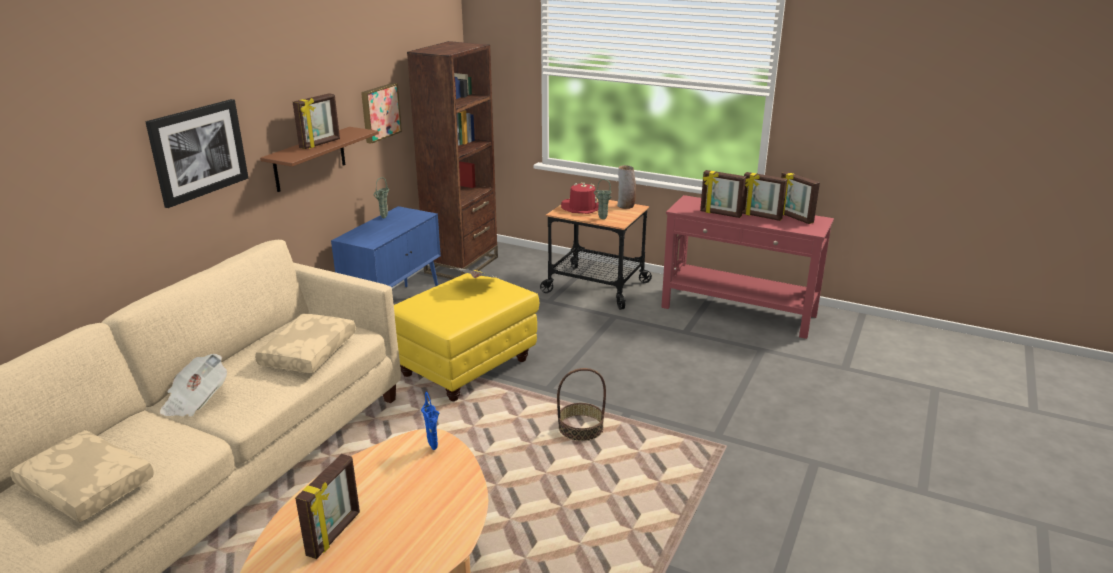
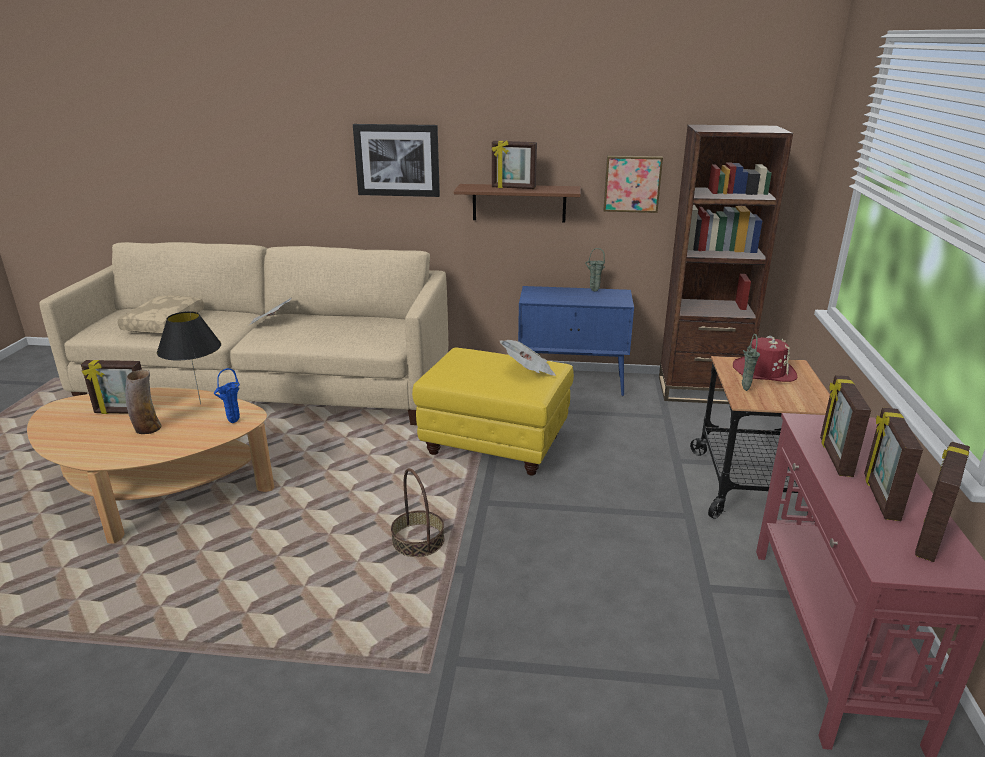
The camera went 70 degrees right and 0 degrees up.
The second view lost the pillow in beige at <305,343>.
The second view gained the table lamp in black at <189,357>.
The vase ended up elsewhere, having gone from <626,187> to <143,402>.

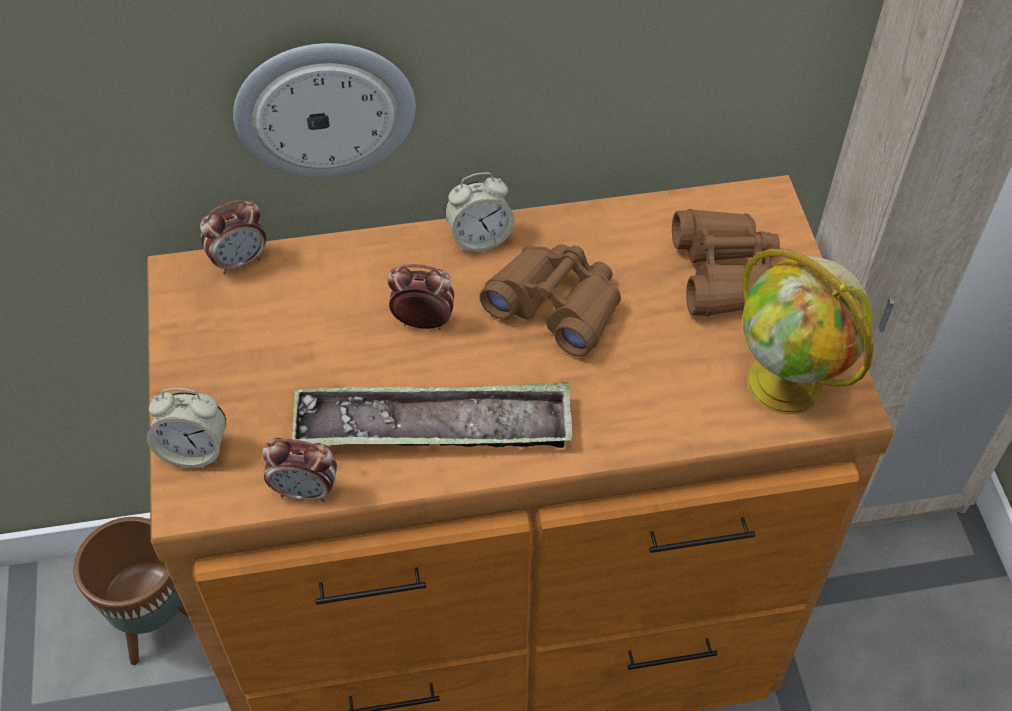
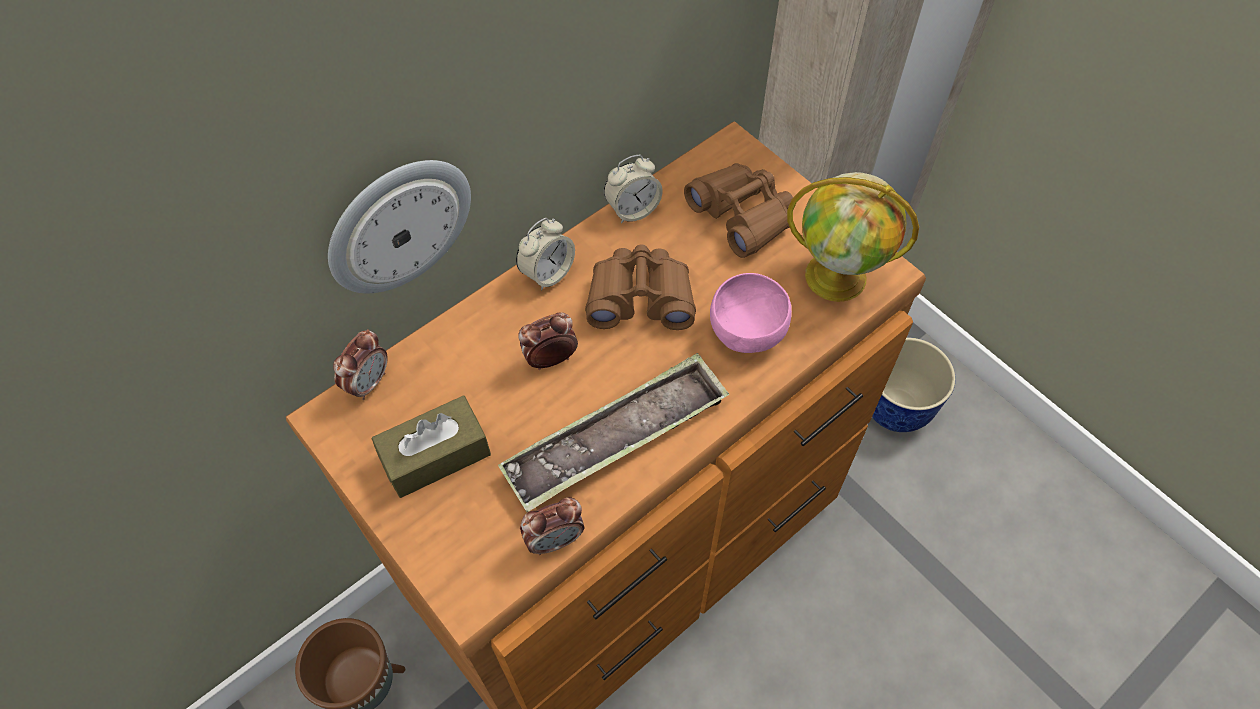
The camera went 30 degrees left and 5 degrees up.
The second view gained the tissue box in brown at <431,446>.
The second view gained the bowl in pink at <751,313>.
The second view gained the planter at <914,384>.
The alarm clock ended up elsewhere, having gone from <186,428> to <633,189>.

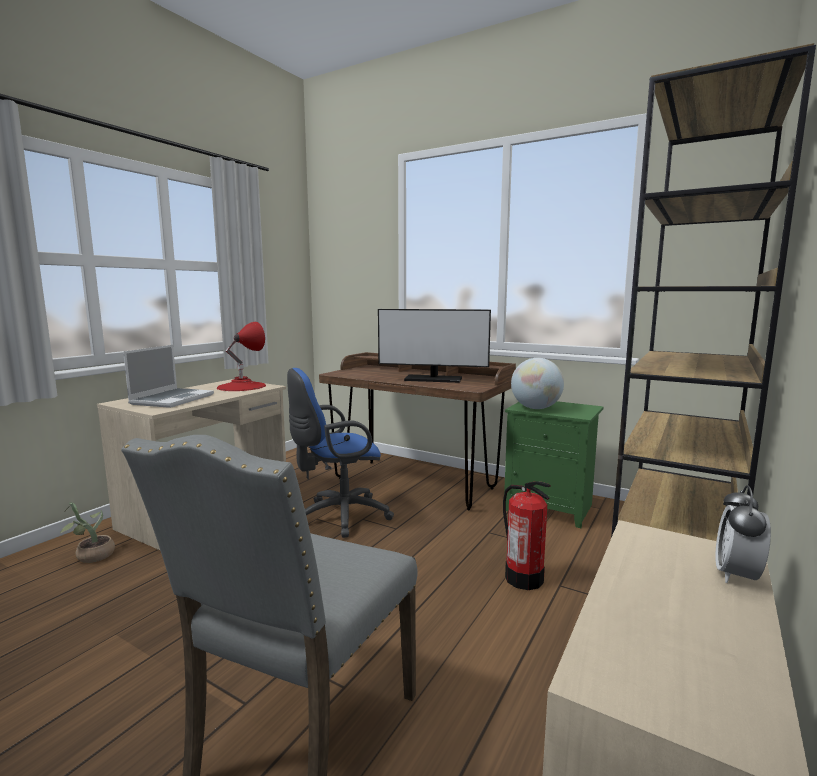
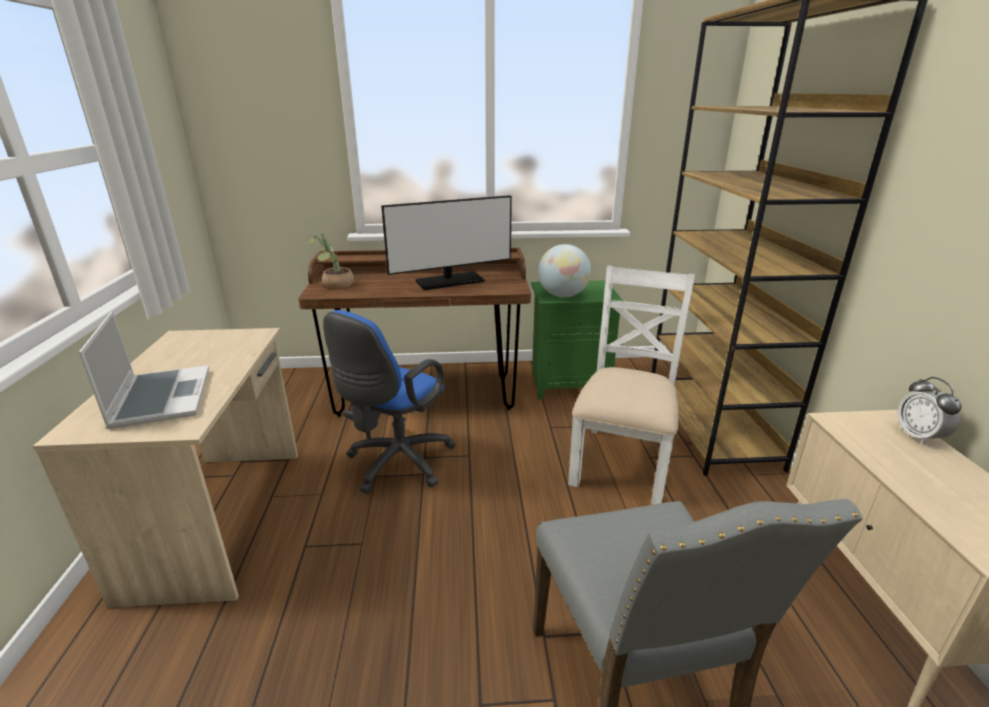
The camera went 35 degrees left and 15 degrees up.
The second view lost the table lamp in red at <241,356>.
The potted plant ended up elsewhere, having gone from <87,532> to <331,261>.
Where the fire extinguisher stood at <527,535>, the chair in white came to stand at <631,385>.

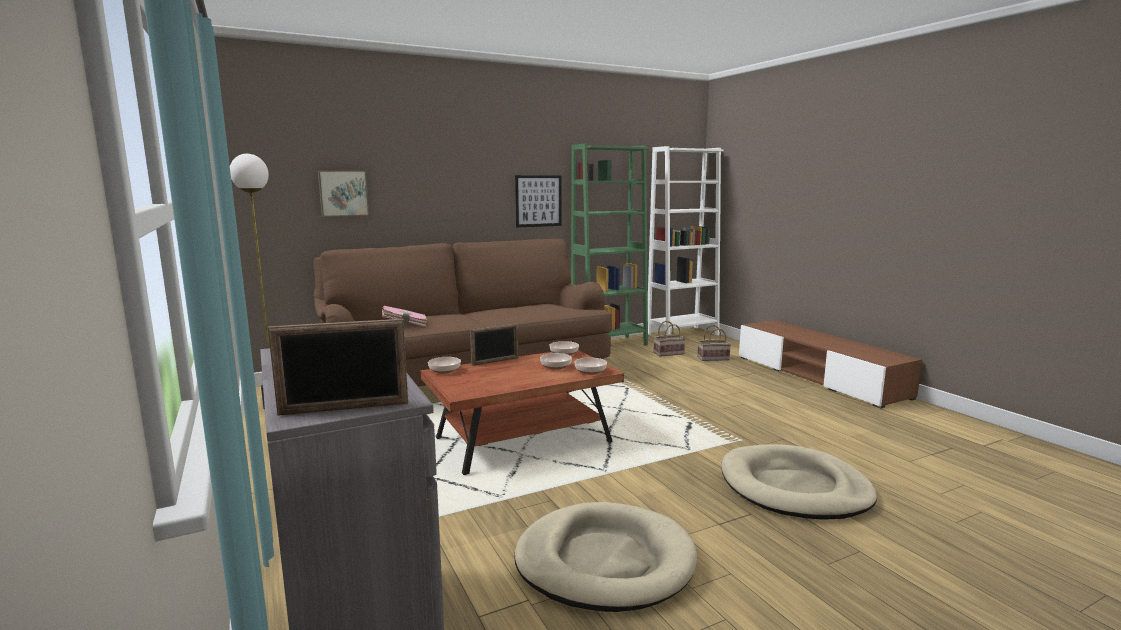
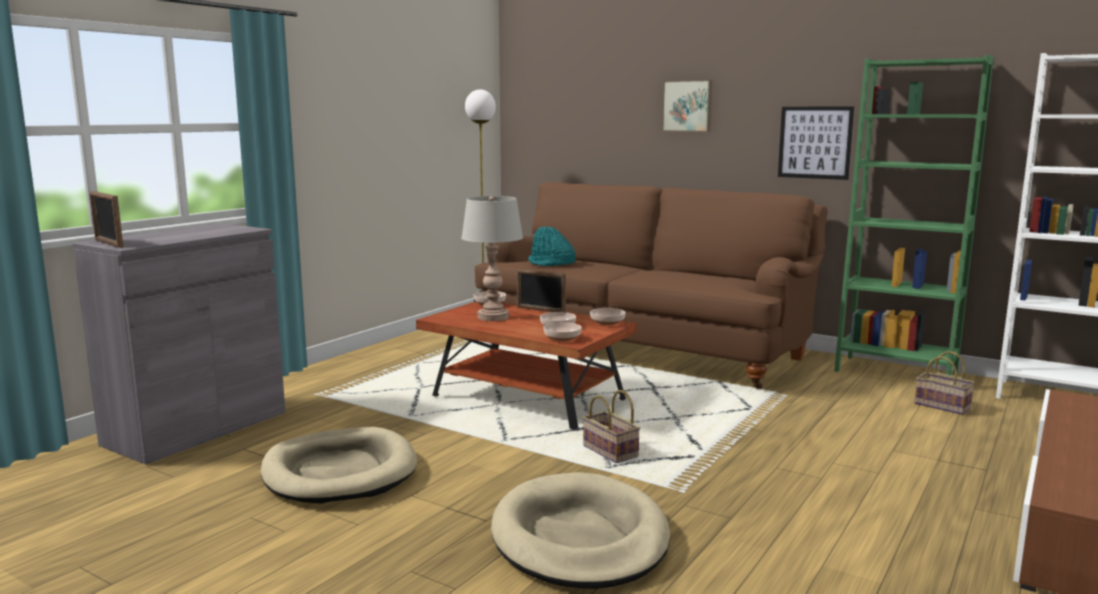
The camera went 60 degrees right and 0 degrees up.
The second view gained the table lamp in grey at <492,258>.
The picture ended up elsewhere, having gone from <343,193> to <687,106>.
The basket ended up elsewhere, having gone from <714,343> to <611,426>.
Where the book in pink stood at <405,316>, the hat in turquoise came to stand at <552,246>.

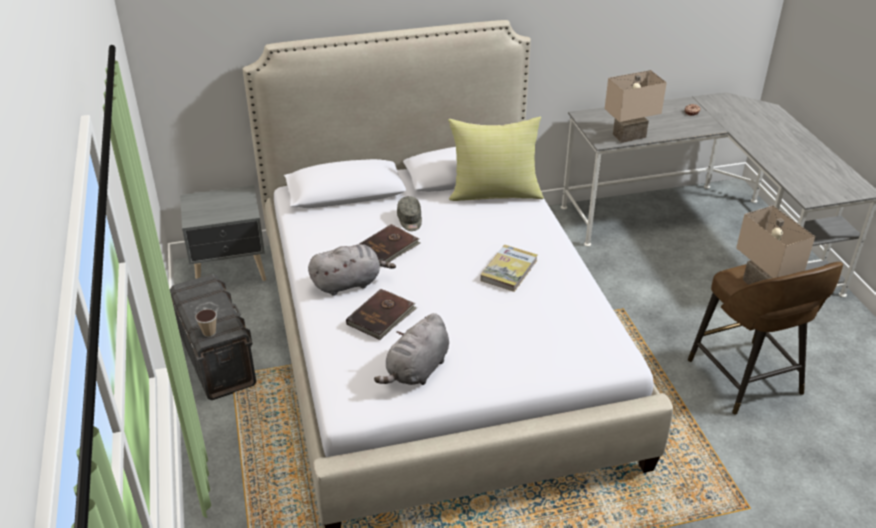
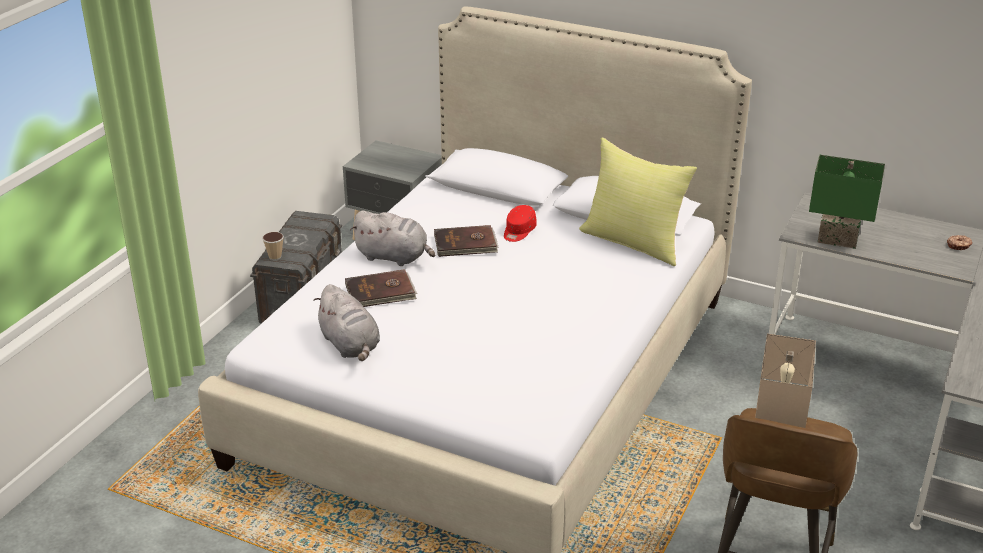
The camera went 40 degrees right and 5 degrees down.
The second view lost the book at <508,268>.
What was the cap in grey at <409,213> turned into the cap in red at <520,223>.
What was the table lamp in beige at <636,106> turned into the table lamp in green at <847,202>.
The plush toy in grey at <411,349> ended up facing another way, 105 degrees counterclockwise from before.

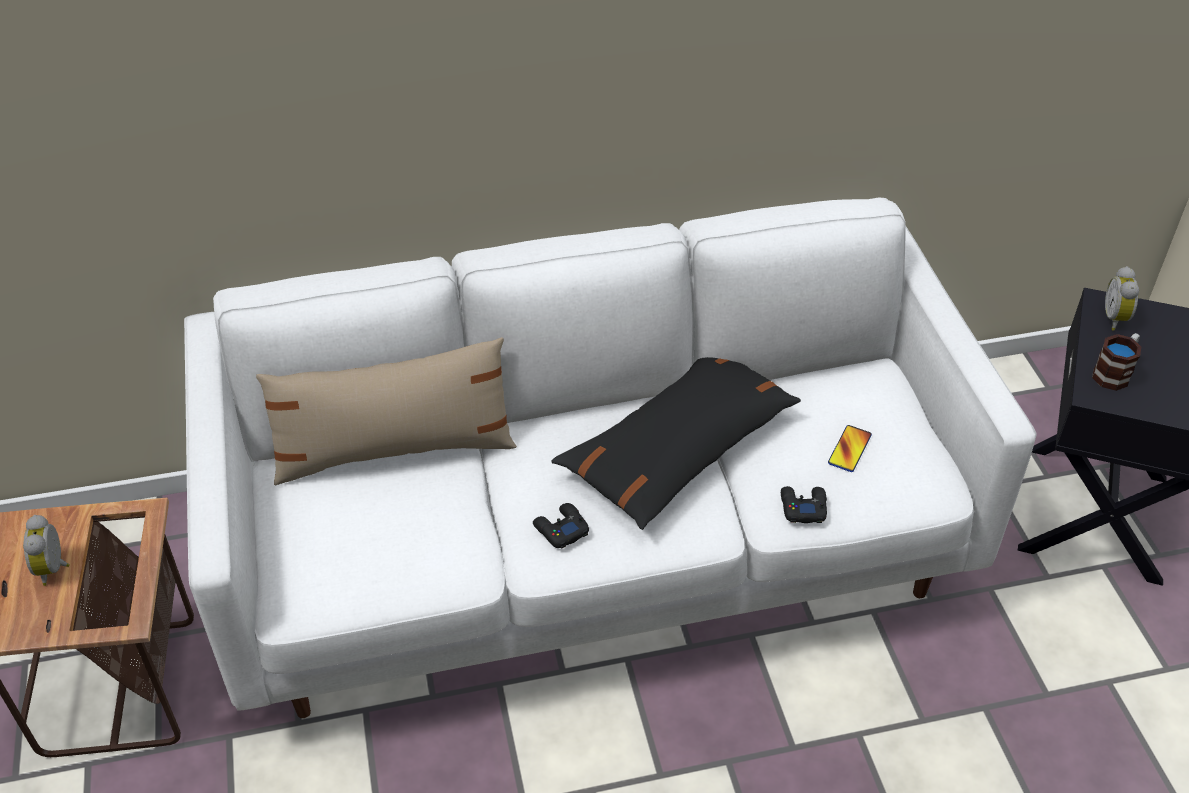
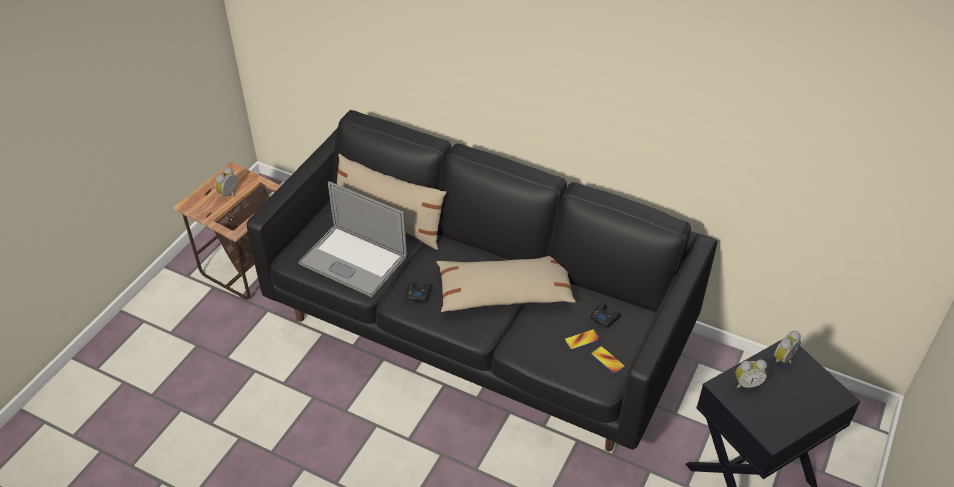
The camera went 40 degrees right and 0 degrees up.
The second view gained the laptop at <353,239>.
The second view gained the phone at <608,360>.
The game controller in black ended up elsewhere, having gone from <804,504> to <605,315>.
Where the mug stood at <1116,362>, the alarm clock came to stand at <751,374>.
What was the sofa in white at <610,457> turned into the sofa in black at <482,281>.
What was the pillow in black at <676,443> turned into the pillow in beige at <506,284>.

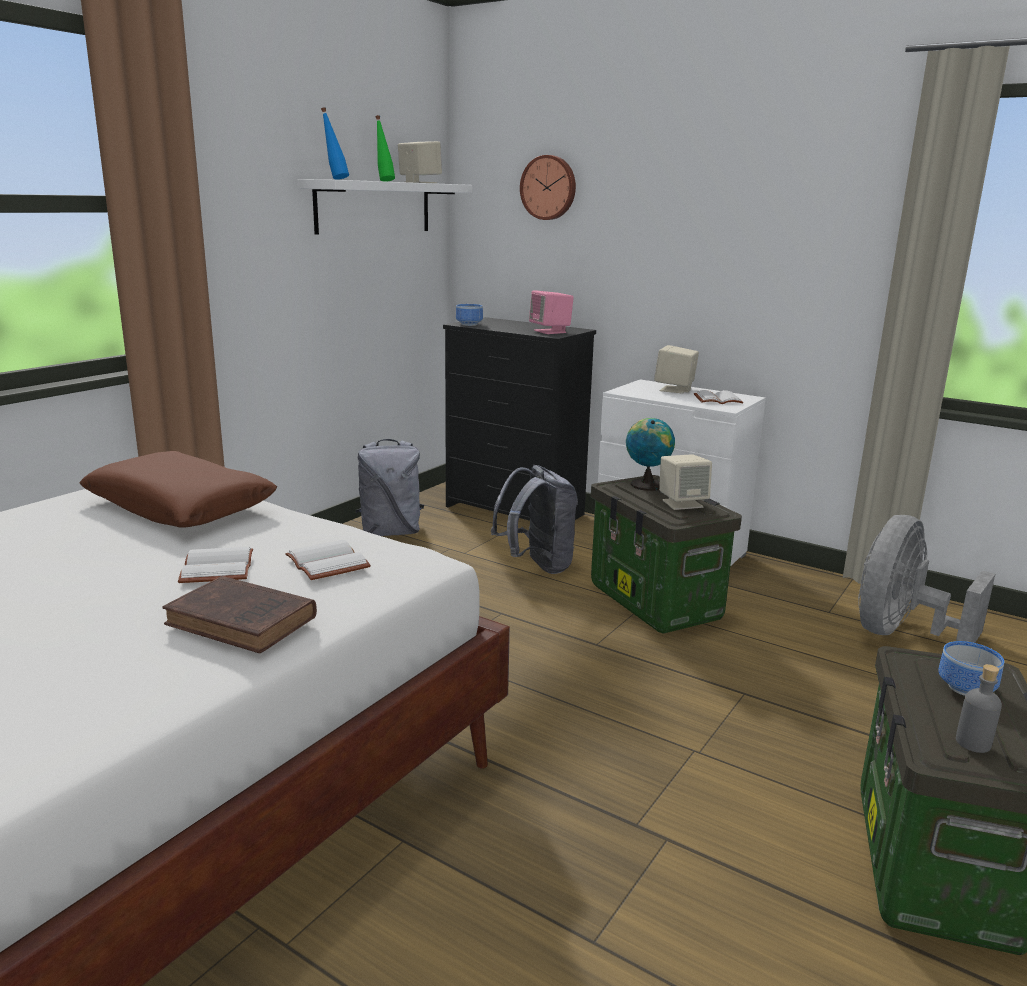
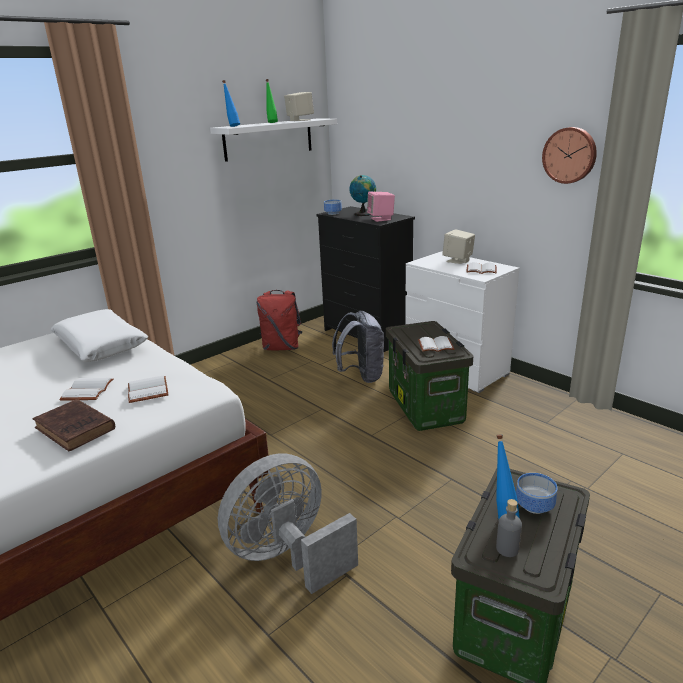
The camera went 15 degrees right and 5 degrees up.
The second view gained the bottle in blue at <508,476>.
The wall clock ended up elsewhere, having gone from <548,187> to <569,155>.
The globe ended up elsewhere, having gone from <650,454> to <362,195>.
The fan in grey ended up elsewhere, having gone from <926,579> to <288,523>.
Where the speaker in beige stood at <685,482>, the book in white came to stand at <436,344>.
What was the pillow in brown at <178,489> turned into the pillow in white at <99,335>.
What was the backpack in grey at <390,487> turned into the backpack in red at <280,320>.

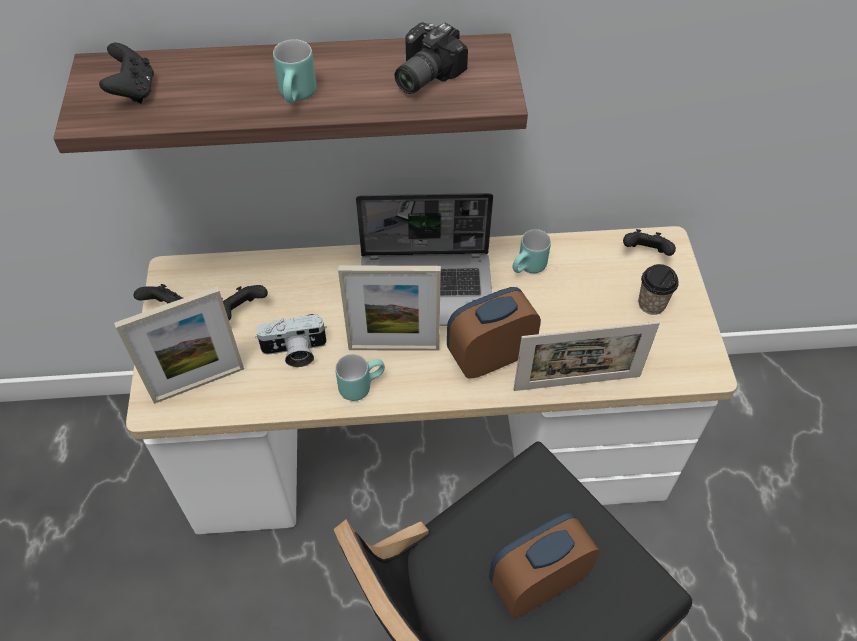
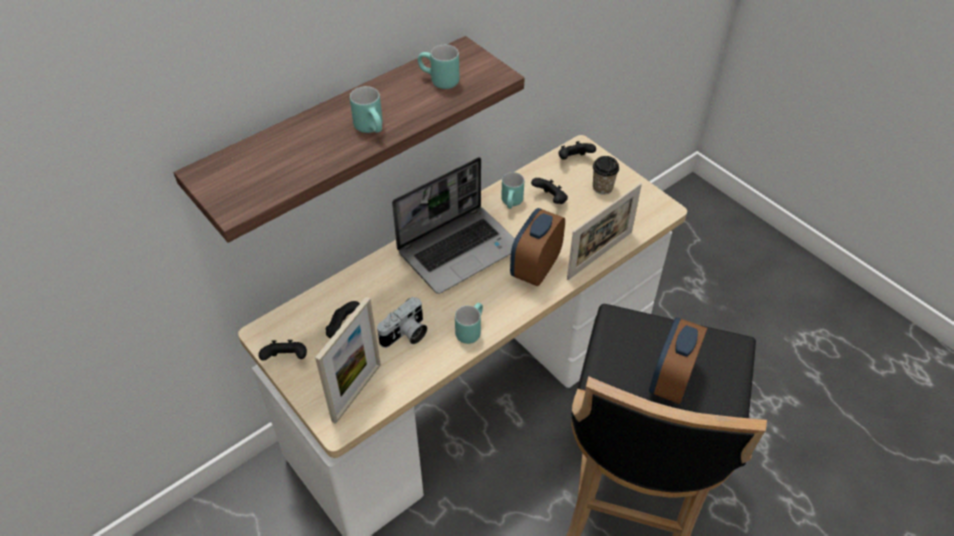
The camera went 35 degrees left and 5 degrees down.
The second view lost the picture frame at <389,308>.
The game controller in black ended up elsewhere, having gone from <126,73> to <549,191>.
Where the photo camera stood at <431,58>, the mug in turquoise came to stand at <438,67>.

